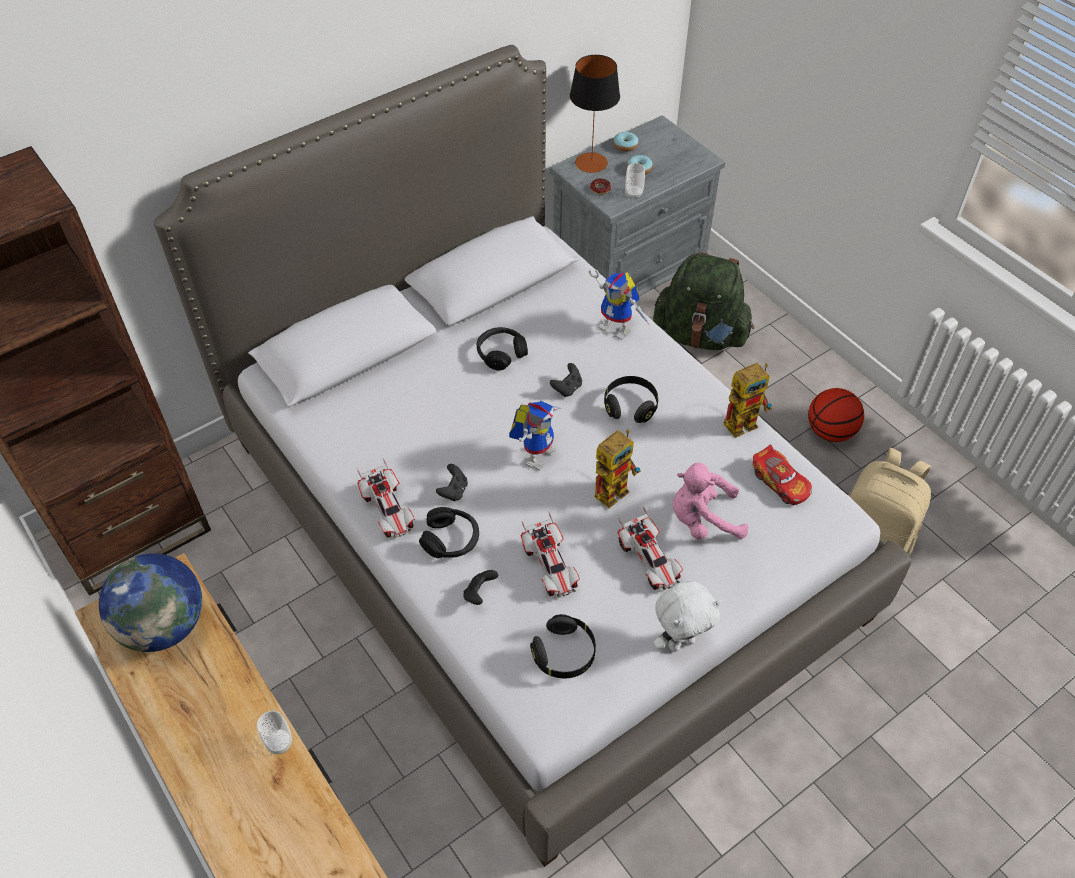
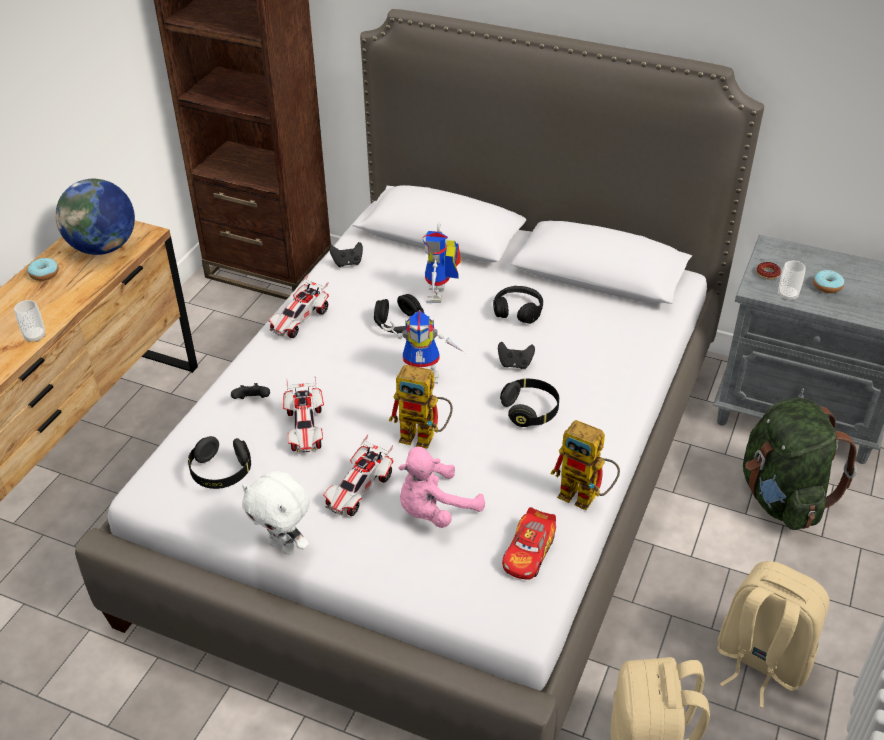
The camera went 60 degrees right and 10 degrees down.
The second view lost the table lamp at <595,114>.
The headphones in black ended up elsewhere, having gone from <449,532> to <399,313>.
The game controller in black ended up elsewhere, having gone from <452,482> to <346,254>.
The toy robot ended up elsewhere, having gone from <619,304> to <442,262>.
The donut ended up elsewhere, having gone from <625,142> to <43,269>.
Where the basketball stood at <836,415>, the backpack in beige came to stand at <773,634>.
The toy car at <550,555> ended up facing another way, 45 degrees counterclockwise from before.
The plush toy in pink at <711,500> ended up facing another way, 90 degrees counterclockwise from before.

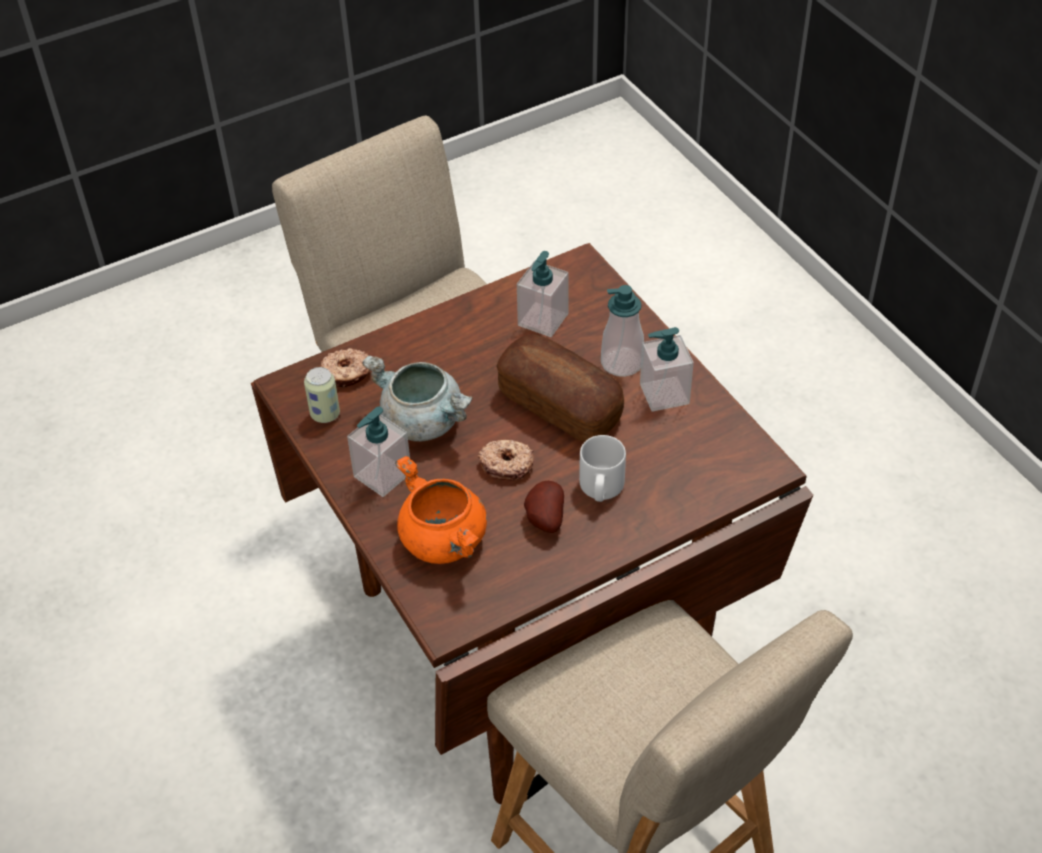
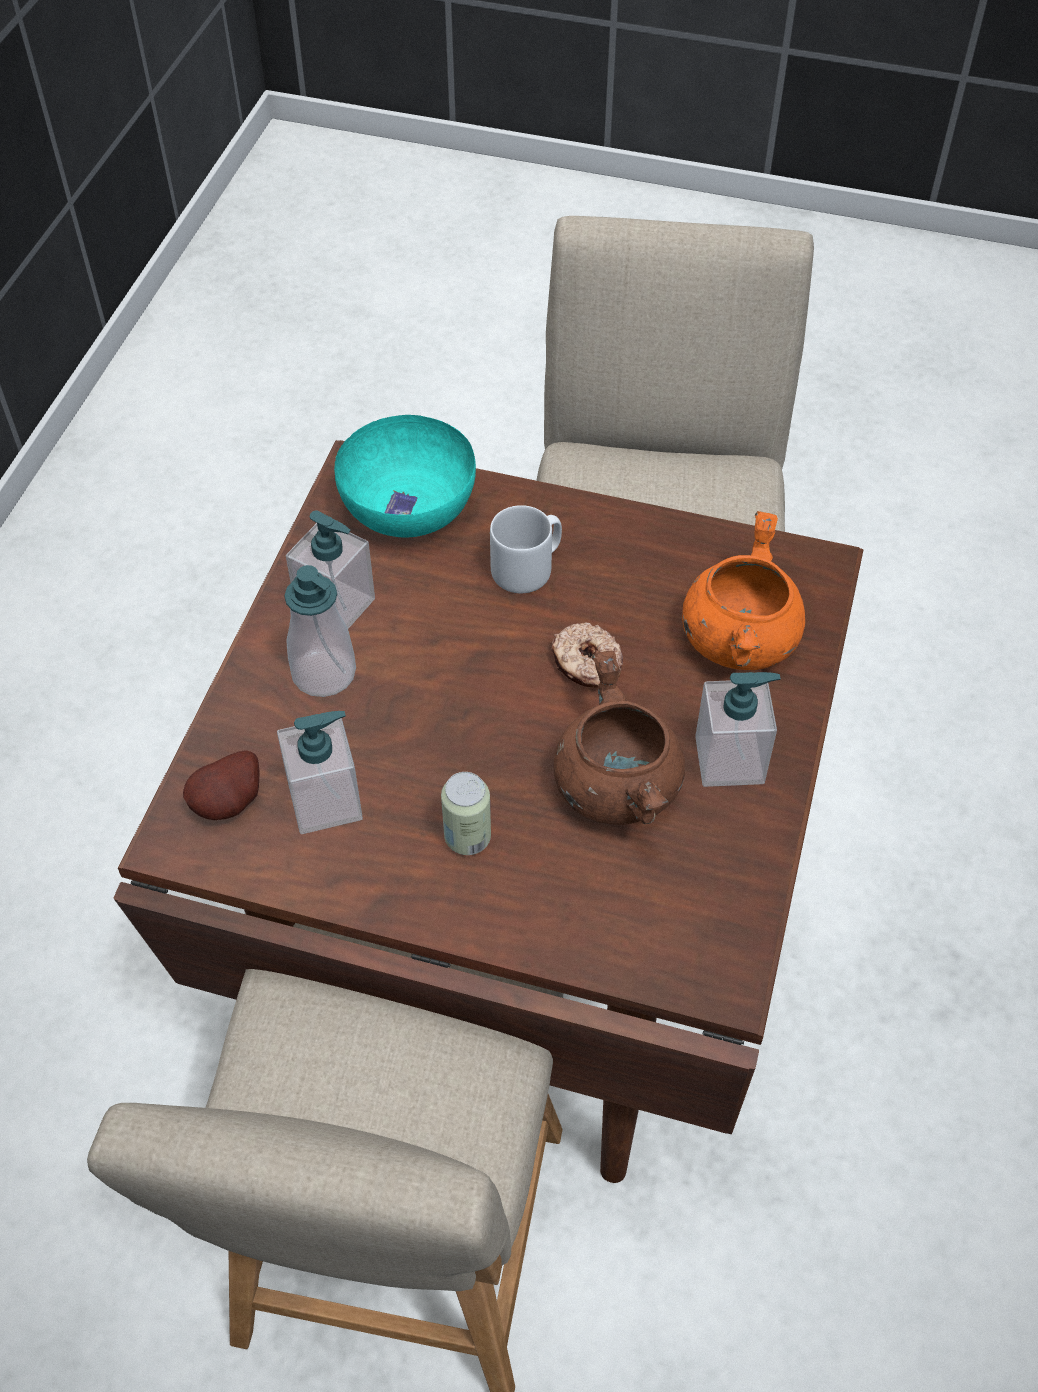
The camera went 135 degrees left and 5 degrees up.
The second view lost the donut at <345,367>.
The second view lost the bread at <560,388>.
The second view gained the bowl in turquoise at <405,476>.
The can ended up elsewhere, having gone from <322,395> to <466,813>.
The potato ended up elsewhere, having gone from <544,507> to <221,785>.
What was the cooking pot in grey at <417,398> turned into the cooking pot in brown at <619,738>.

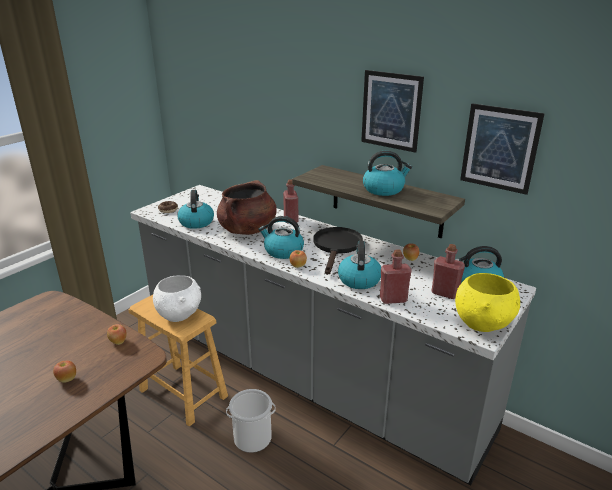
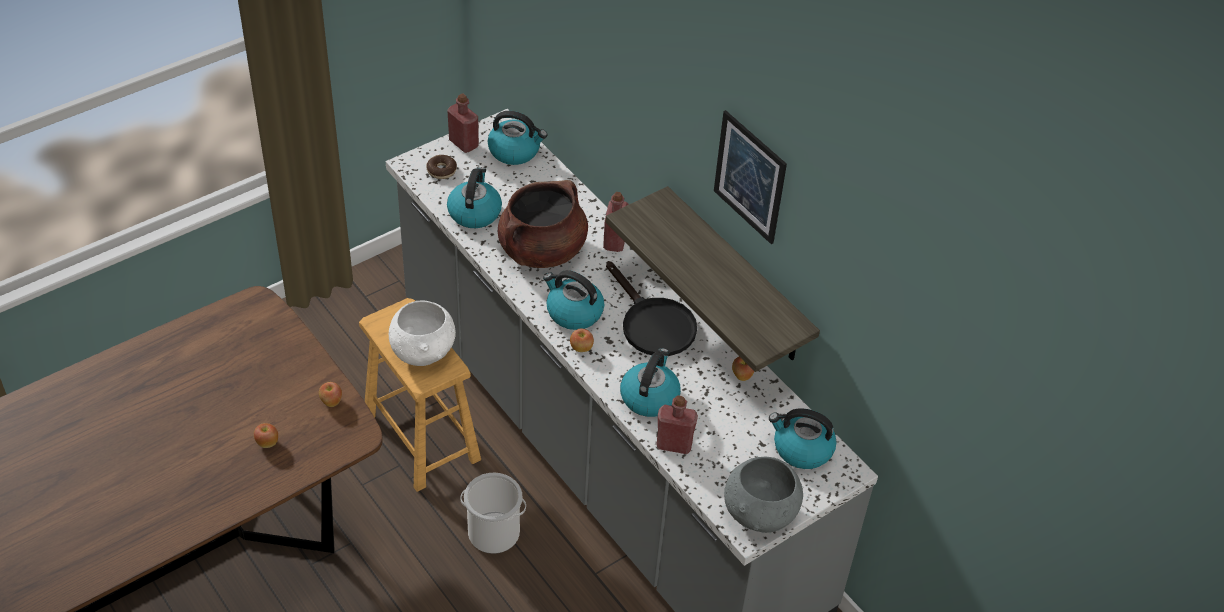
The camera went 15 degrees right and 20 degrees up.
The second view lost the picture at <502,149>.
The kettle ended up elsewhere, having gone from <387,173> to <517,138>.
The bottle in red ended up elsewhere, having gone from <448,271> to <463,123>.
What was the bowl in yellow at <487,302> turned into the bowl in grey at <763,495>.
The frying pan in black at <338,251> ended up facing another way, 120 degrees clockwise from before.

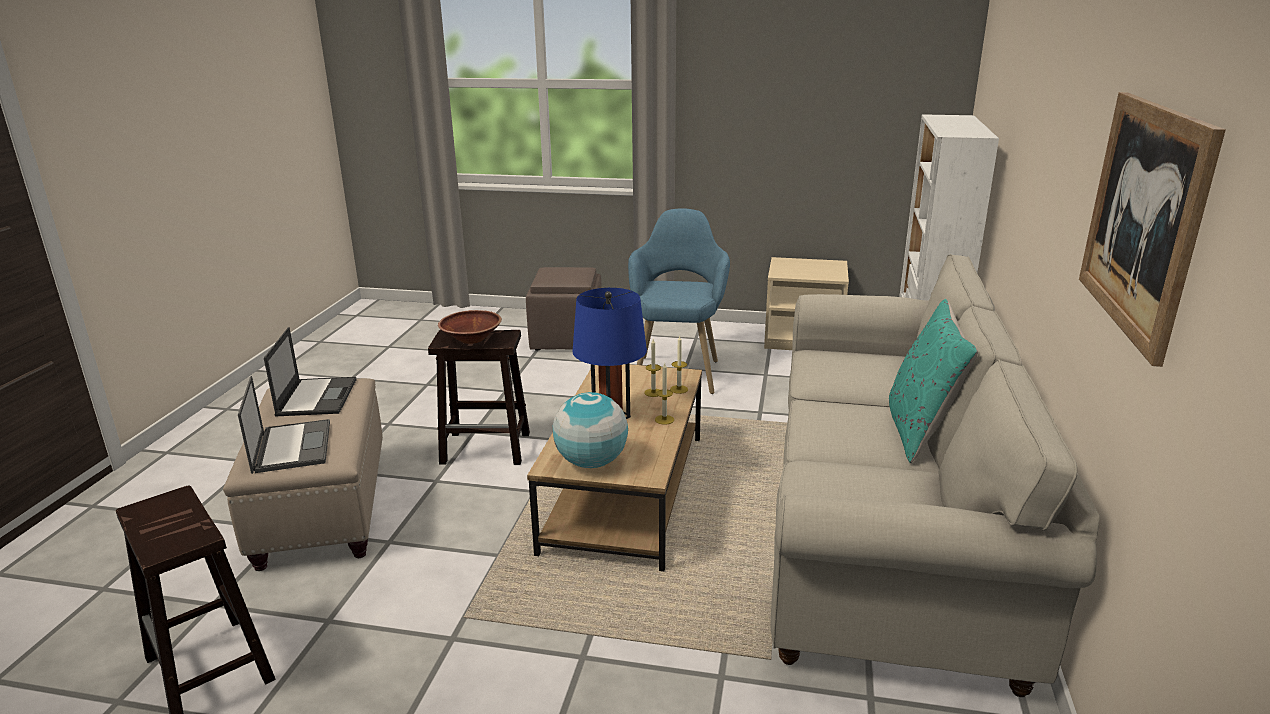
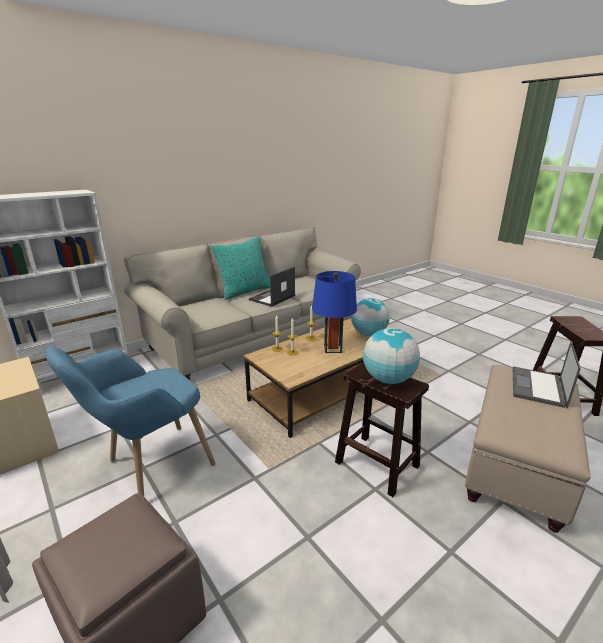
The camera went 140 degrees left and 0 degrees up.
The second view lost the picture at <1152,229>.
The laptop ended up elsewhere, having gone from <310,372> to <272,286>.
Where the bowl in brown stood at <470,327>, the globe came to stand at <391,356>.

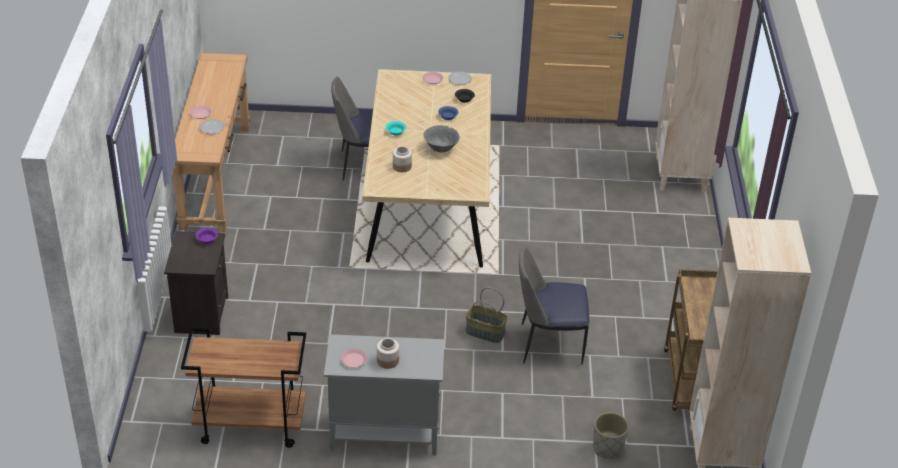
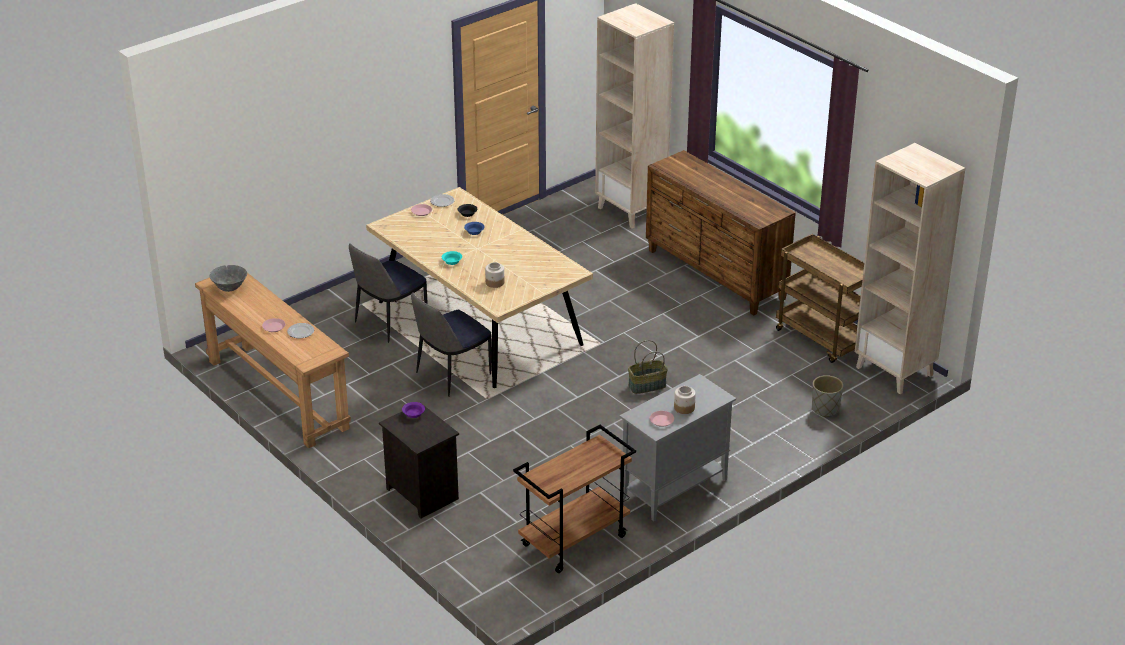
The camera went 40 degrees left and 5 degrees down.
The second view gained the dresser in brown at <721,232>.
The bowl in grey ended up elsewhere, having gone from <441,138> to <228,278>.
The chair ended up elsewhere, having gone from <554,305> to <451,344>.

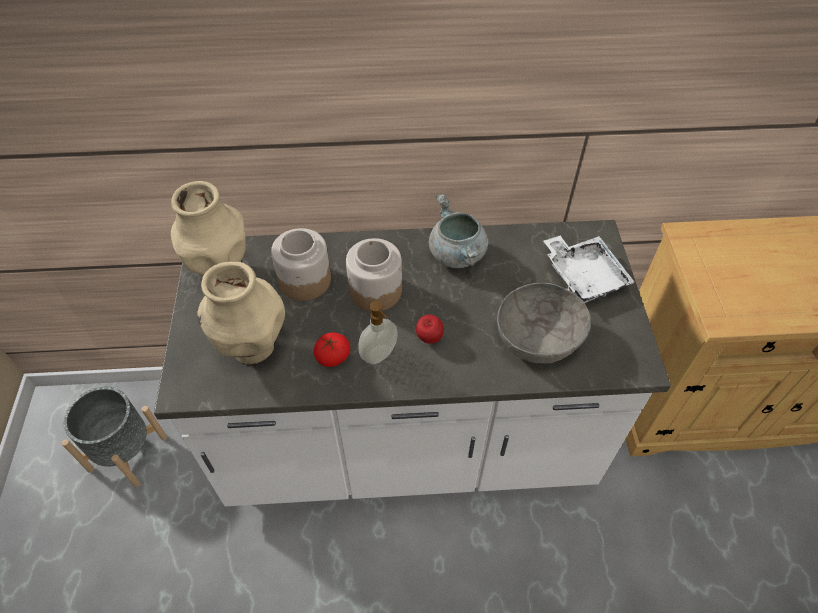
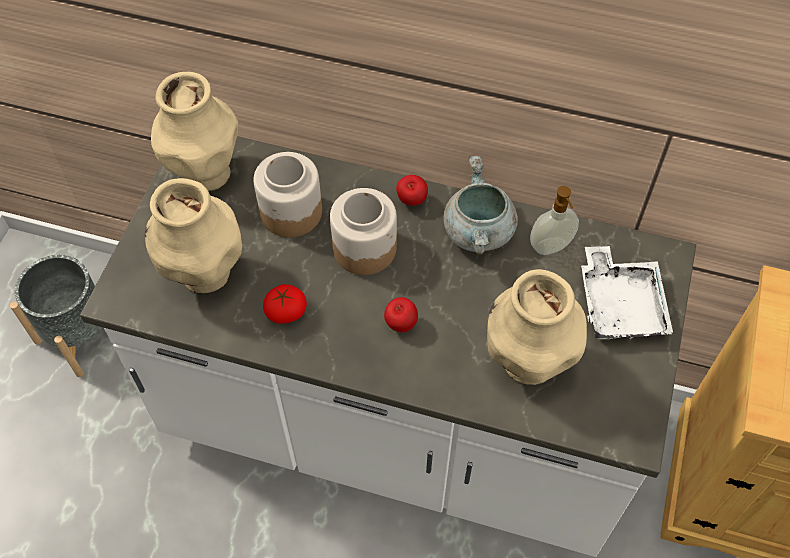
The camera went 20 degrees right and 5 degrees up.
The second view gained the apple at <412,190>.
The soap dispenser ended up elsewhere, having gone from <378,332> to <554,220>.
Where the bowl in grey stood at <544,323>, the vase in beige came to stand at <537,327>.

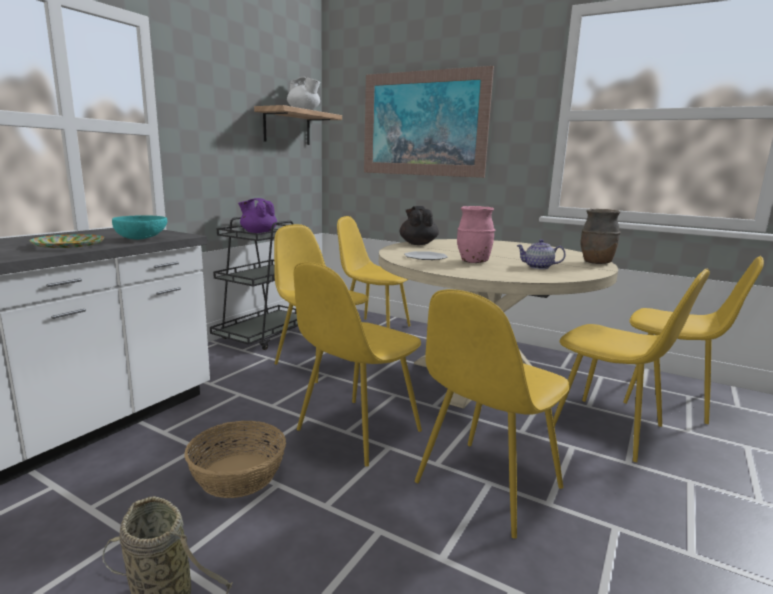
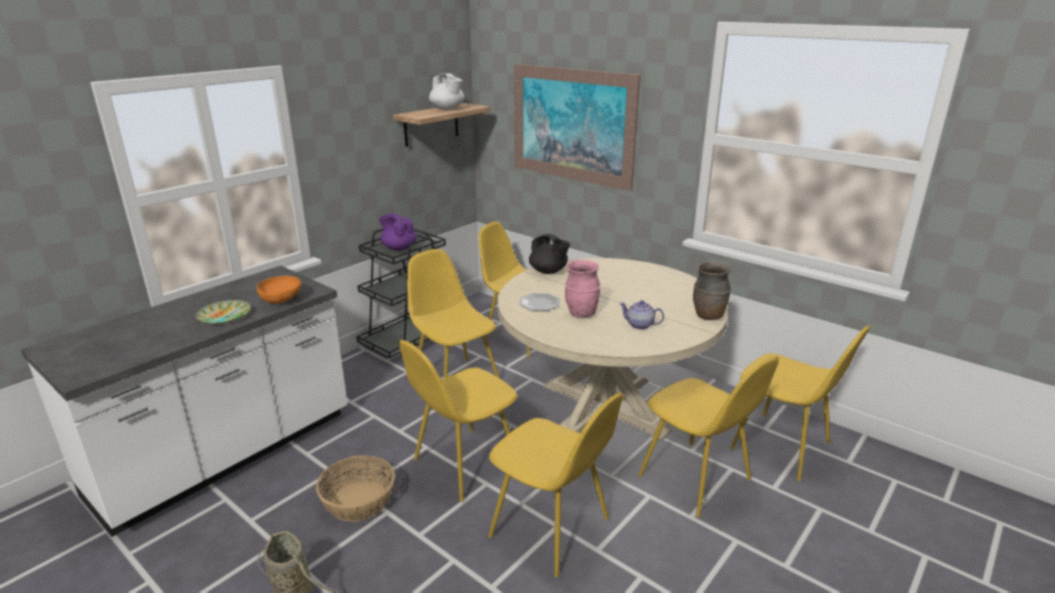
The camera went 10 degrees right and 10 degrees up.
What was the bowl in turquoise at <139,227> turned into the bowl in orange at <279,290>.
The teapot in black at <419,225> ended up facing another way, 135 degrees clockwise from before.
The chair in yellow at <492,414> ended up facing another way, 105 degrees counterclockwise from before.

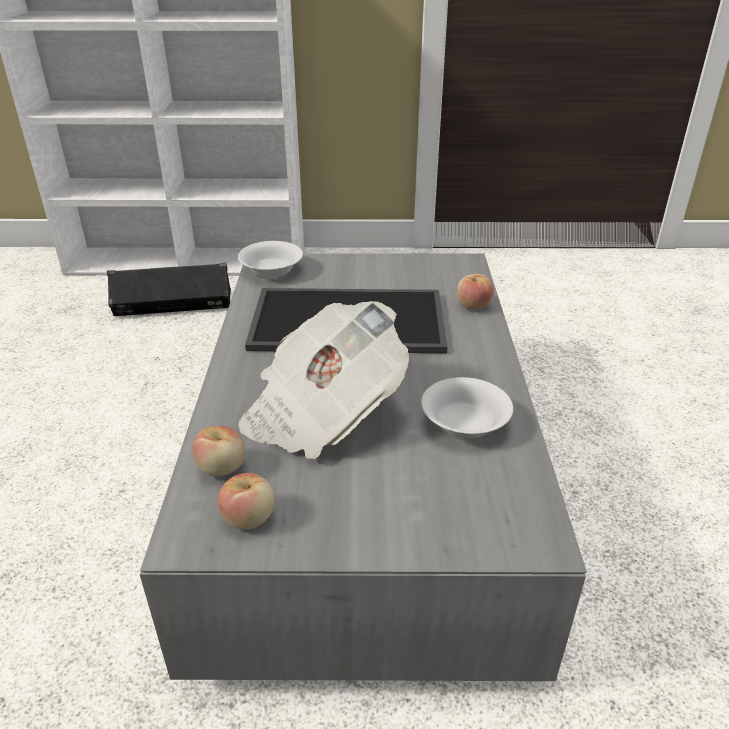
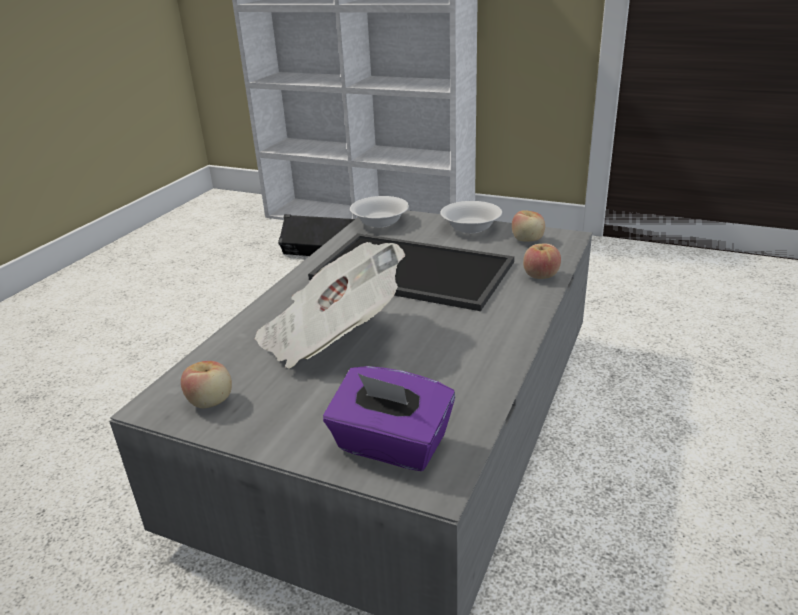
The camera went 25 degrees right and 5 degrees down.
The second view gained the tissue box in purple at <389,418>.
The apple ended up elsewhere, having gone from <219,451> to <528,226>.
The bowl in white ended up elsewhere, having gone from <467,407> to <471,217>.

